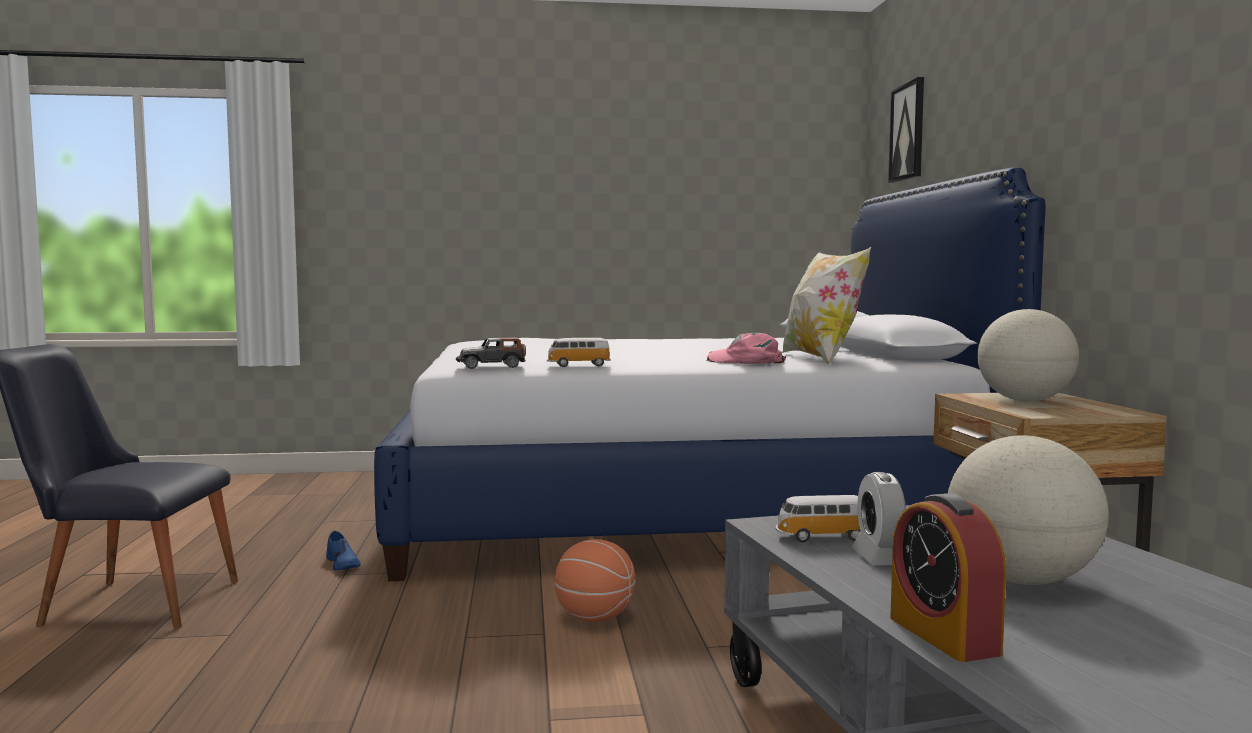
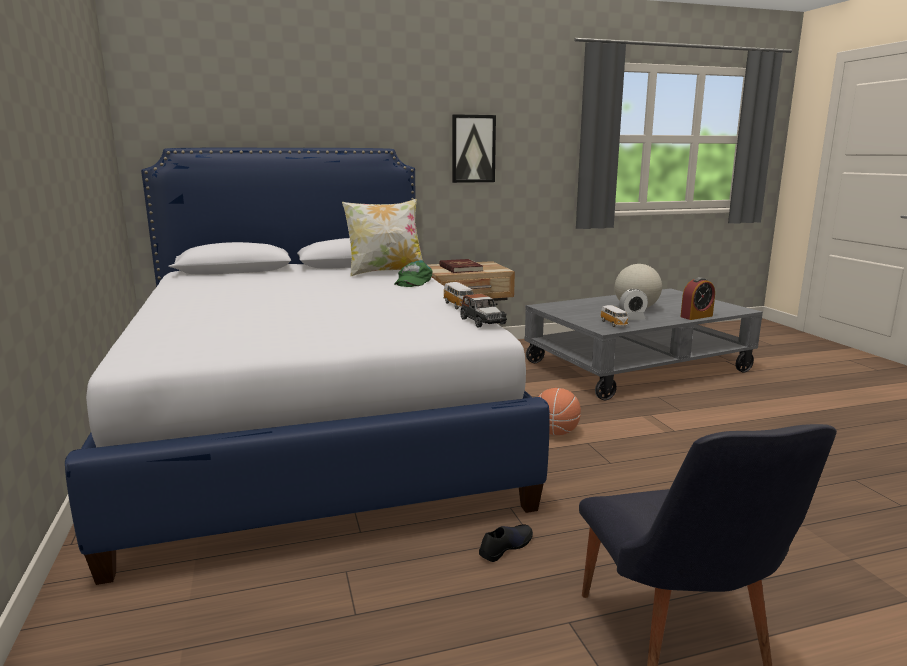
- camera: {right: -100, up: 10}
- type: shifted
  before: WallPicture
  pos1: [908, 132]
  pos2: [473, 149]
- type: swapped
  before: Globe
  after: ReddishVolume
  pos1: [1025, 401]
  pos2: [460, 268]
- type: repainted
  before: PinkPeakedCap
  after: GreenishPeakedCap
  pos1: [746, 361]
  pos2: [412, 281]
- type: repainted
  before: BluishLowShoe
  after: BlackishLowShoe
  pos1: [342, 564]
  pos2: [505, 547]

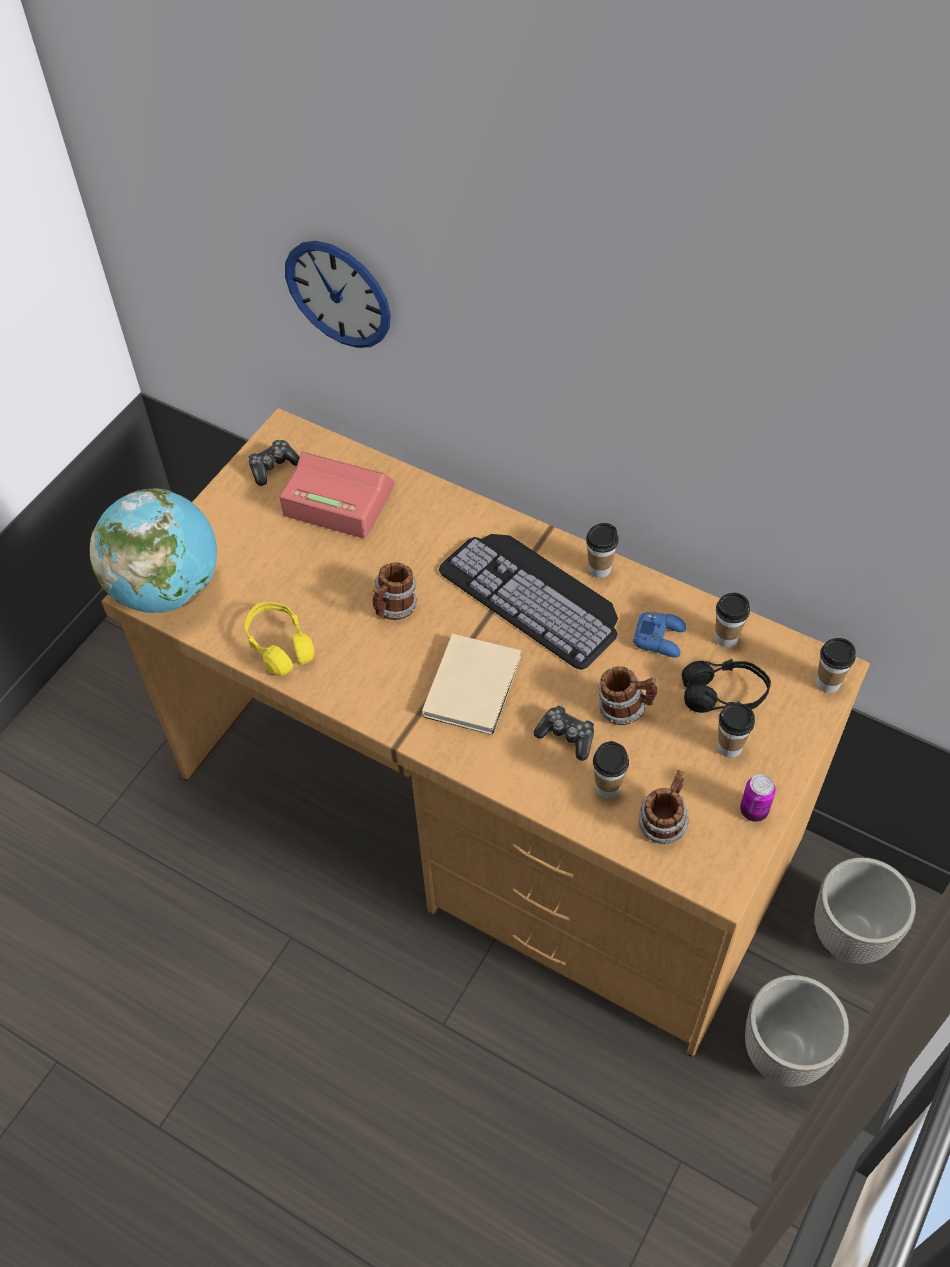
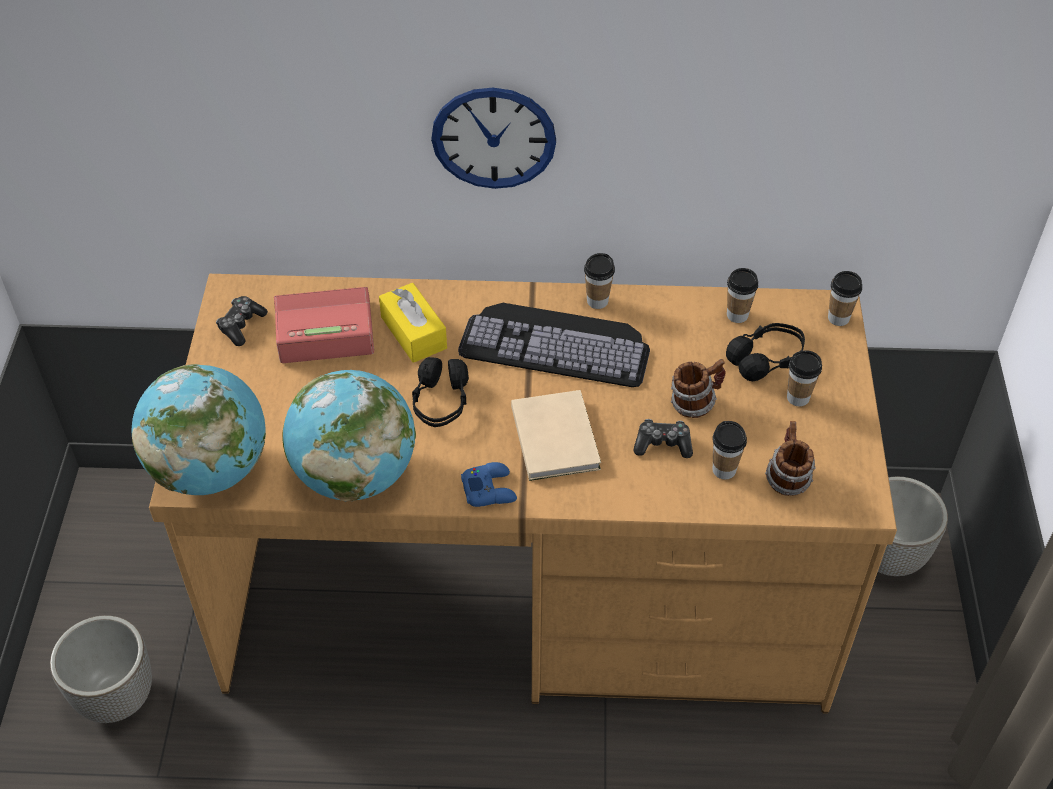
- camera: {right: -30, up: -5}
- type: shifted
  before: WallClock
  pos1: [338, 294]
  pos2: [493, 138]
- type: swapped
  before: Mug
  after: BlackishHeadphones
  pos1: [394, 609]
  pos2: [441, 402]
- type: swapped
  before: YellowHeadphones
  after: Globe
  pos1: [279, 645]
  pos2: [355, 475]
- type: shifted
  before: BluishJoypad
  pos1: [660, 638]
  pos2: [489, 489]
- type: gone
  before: Can
  pos1: [753, 810]
- type: shifted
  before: Planter
  pos1: [784, 1053]
  pos2: [117, 698]
- type: new
  after: YellowTissueBox
  pos2: [413, 333]

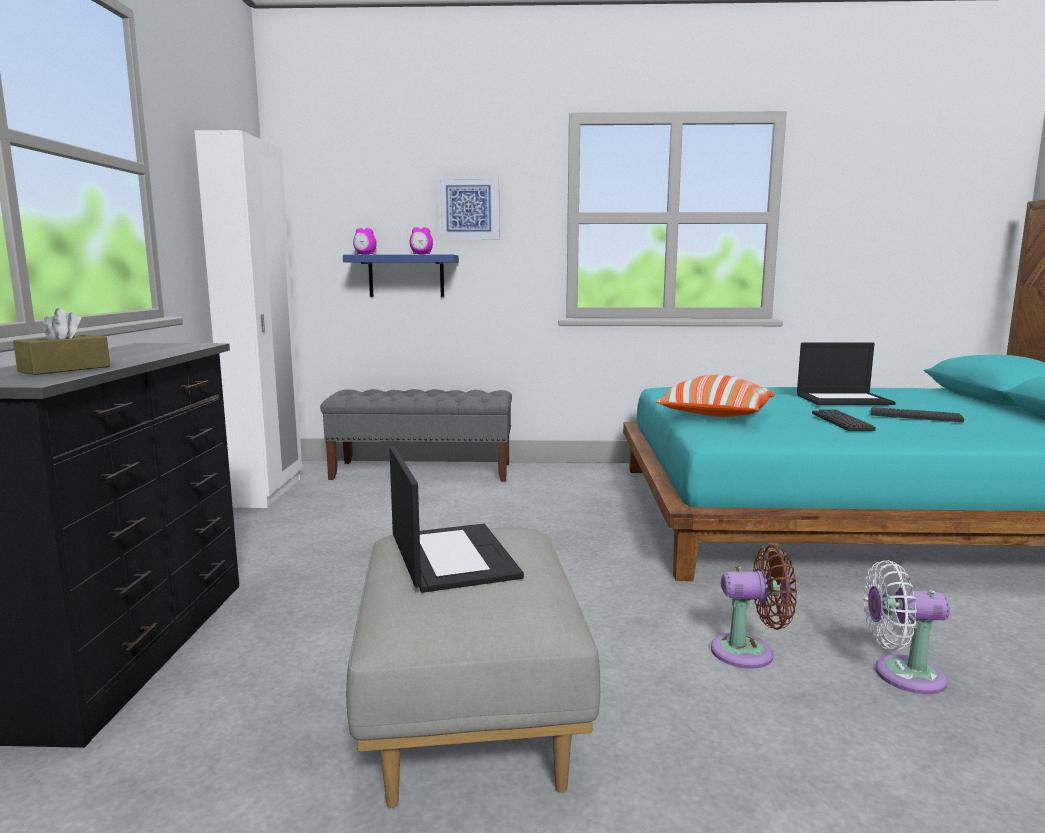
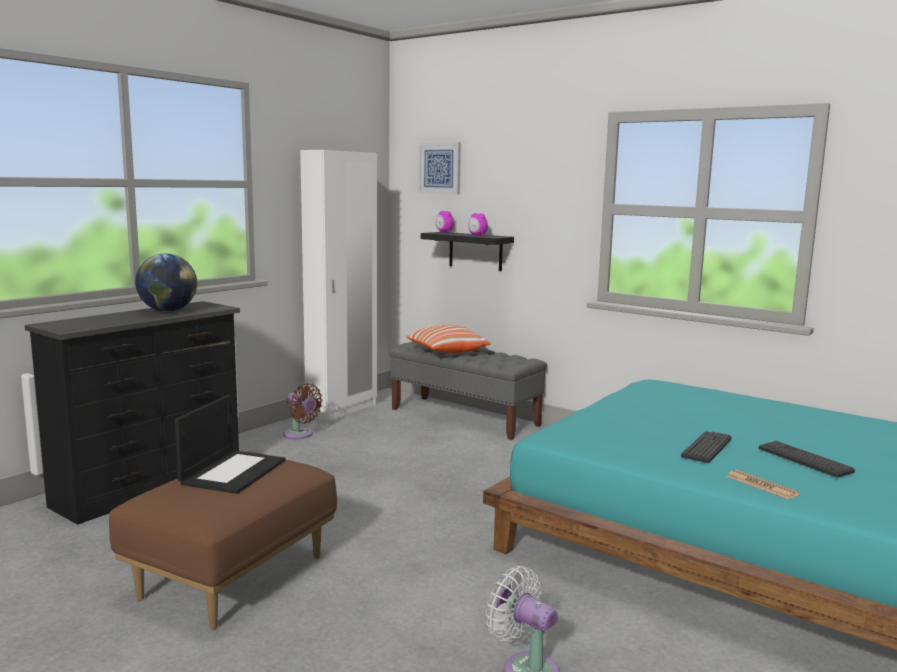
- camera: {right: 35, up: 0}
- type: shifted
  before: WallPicture
  pos1: [468, 208]
  pos2: [440, 168]
- type: repainted
  before: BluishWallShelf
  after: BlackishWallShelf
  pos1: [406, 276]
  pos2: [475, 251]
- type: gone
  before: BrownColouredTissueBox
  pos1: [65, 369]
- type: gone
  before: Laptop
  pos1: [844, 399]
- type: shifted
  before: Pillow
  pos1: [715, 417]
  pos2: [446, 352]
- type: repainted
  before: GreyishOttoman
  after: BrownColouredOttoman
  pos1: [467, 715]
  pos2: [232, 576]
- type: shifted
  before: BrownColouredElectricFan
  pos1: [749, 652]
  pos2: [300, 435]
- type: new
  after: Globe
  pos2: [168, 311]
- type: new
  after: Newspaper
  pos2: [762, 485]

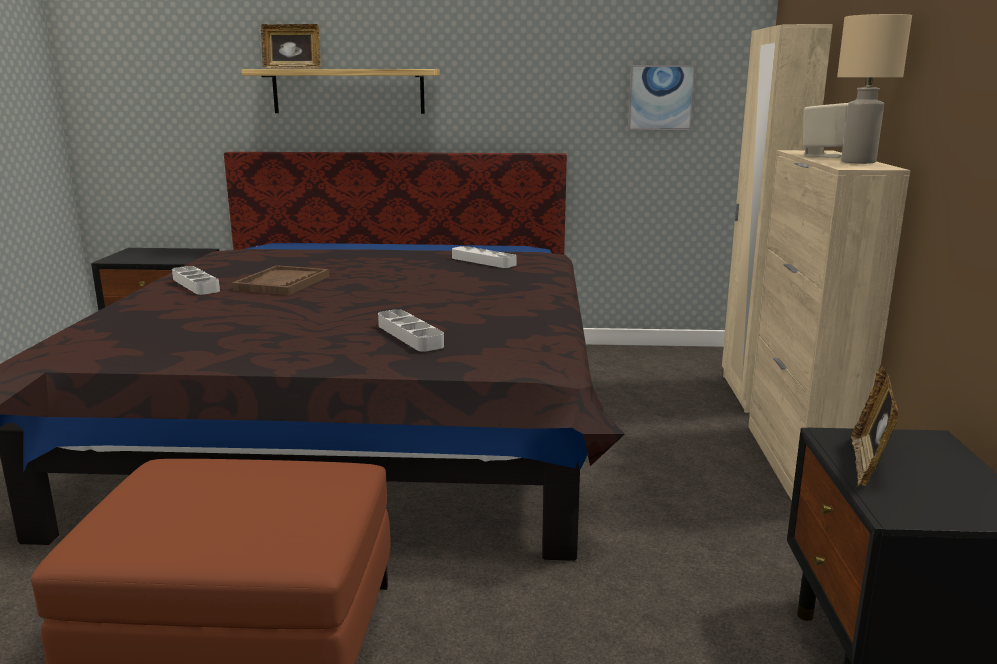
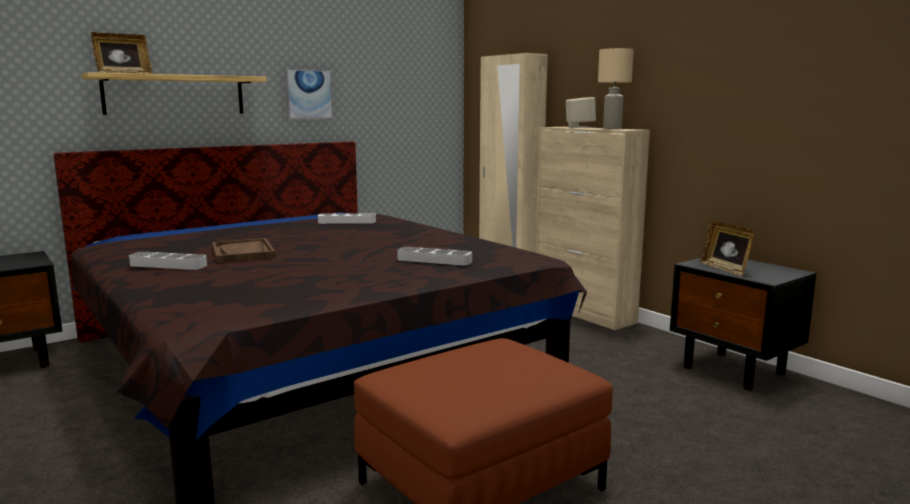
- camera: {right: -40, up: -5}
- type: shifted
  before: WallPicture
  pos1: [660, 98]
  pos2: [308, 94]

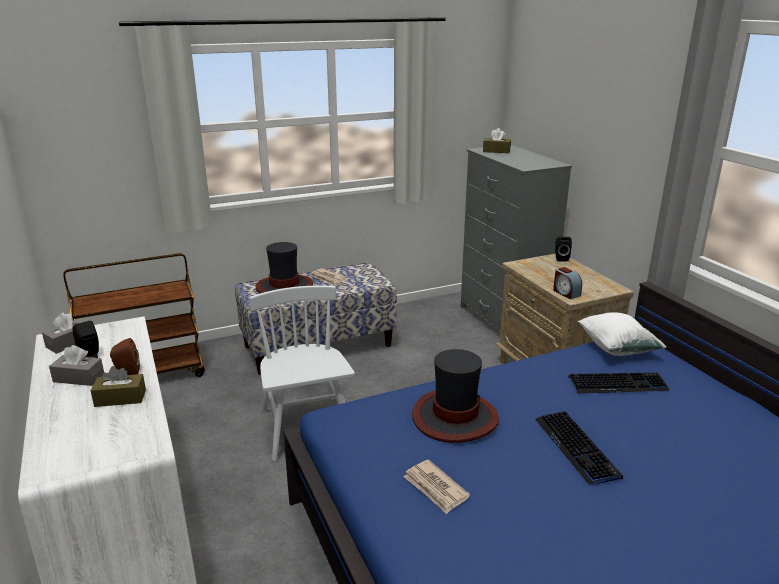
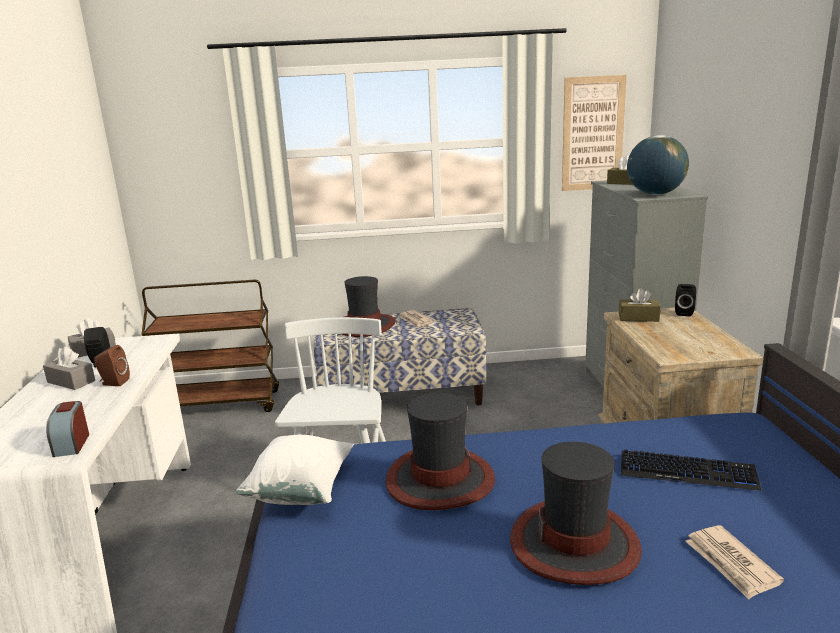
- camera: {right: 20, up: -5}
- type: shifted
  before: TableClock
  pos1: [566, 293]
  pos2: [71, 444]
- type: shifted
  before: WhitePillow
  pos1: [617, 348]
  pos2: [300, 491]
- type: shifted
  before: BrownColouredTissueBox
  pos1: [120, 398]
  pos2: [638, 318]
- type: swapped
  before: ComputerKeyboard
  after: Hat
  pos1: [576, 448]
  pos2: [575, 543]
- type: shifted
  before: Newspaper
  pos1: [435, 488]
  pos2: [731, 564]
- type: new
  after: WallPicture
  pos2: [593, 134]
- type: new
  after: Globe
  pos2: [655, 194]

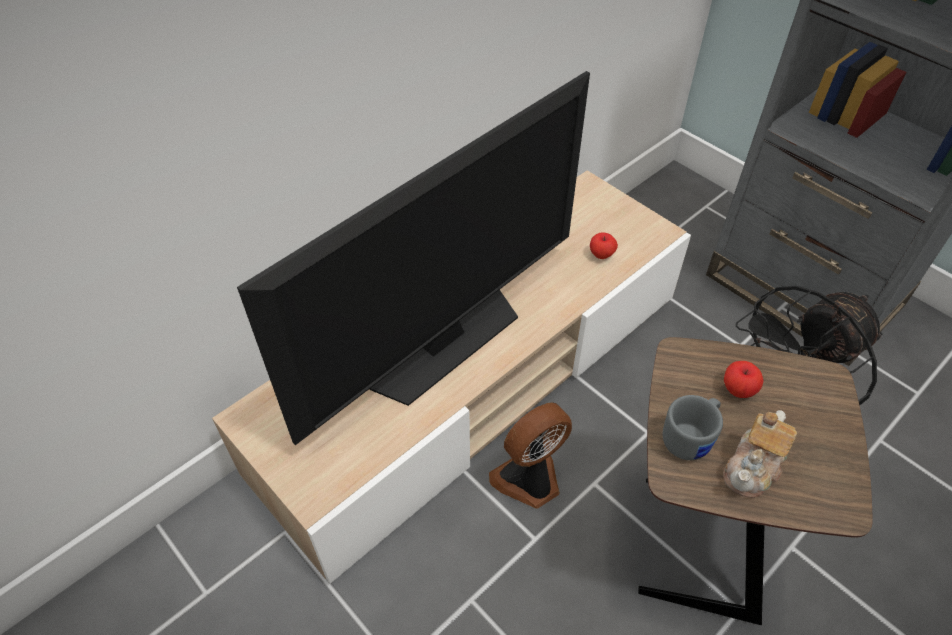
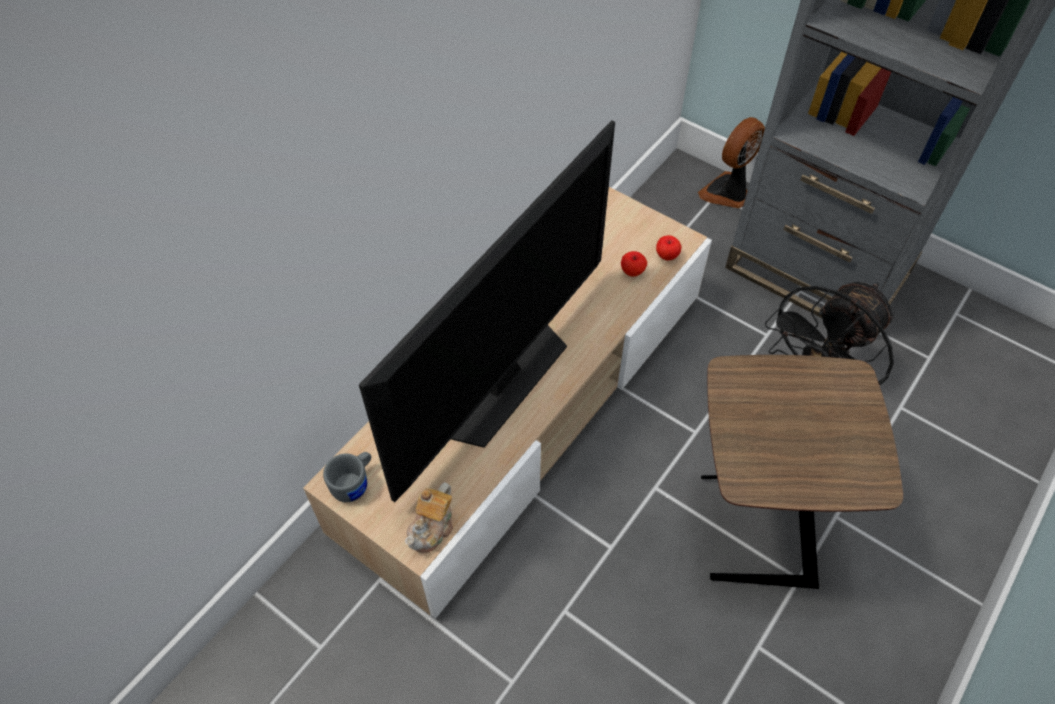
- camera: {right: -10, up: 5}
- type: shifted
  before: WholeApple
  pos1: [738, 389]
  pos2: [667, 255]
- type: shifted
  before: GreyishMug
  pos1: [691, 438]
  pos2: [354, 483]
- type: shifted
  before: ElectricFan
  pos1: [530, 480]
  pos2: [728, 193]
- type: shifted
  before: PotForTea
  pos1: [753, 467]
  pos2: [432, 527]

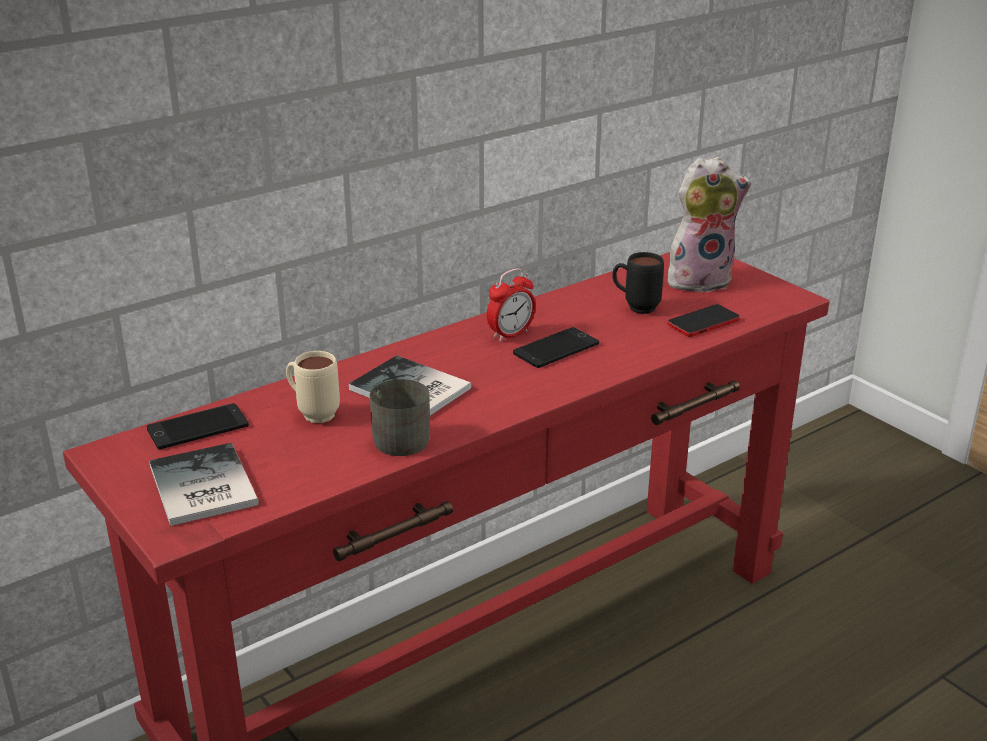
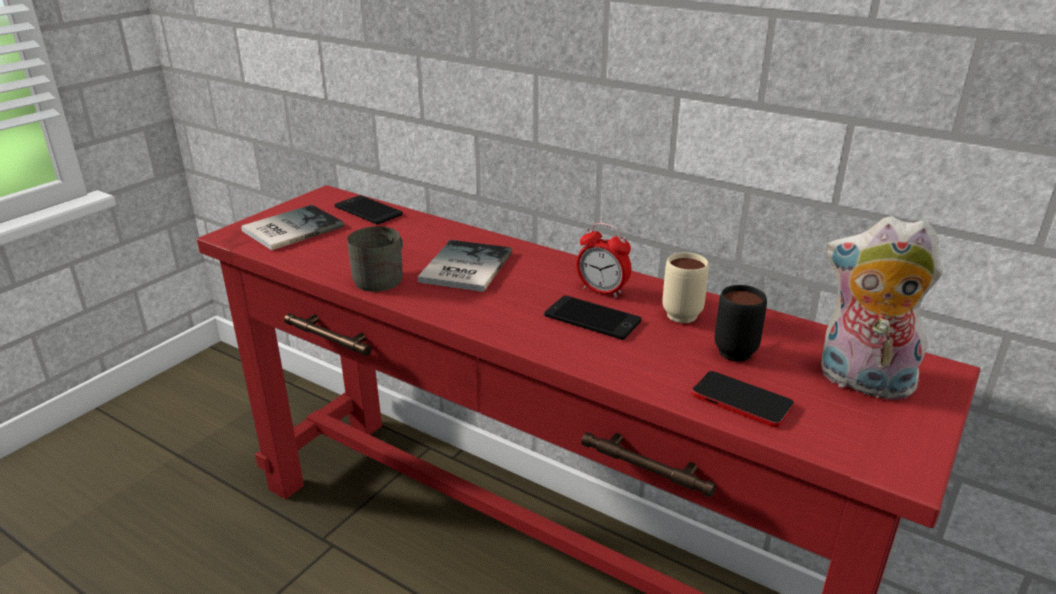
- camera: {right: 70, up: 0}
- type: rotated
  before: CuddlyToy
  pos1: [700, 280]
  pos2: [861, 382]
  turn: 150
- type: shifted
  before: SandColouredMug
  pos1: [312, 413]
  pos2: [682, 312]

